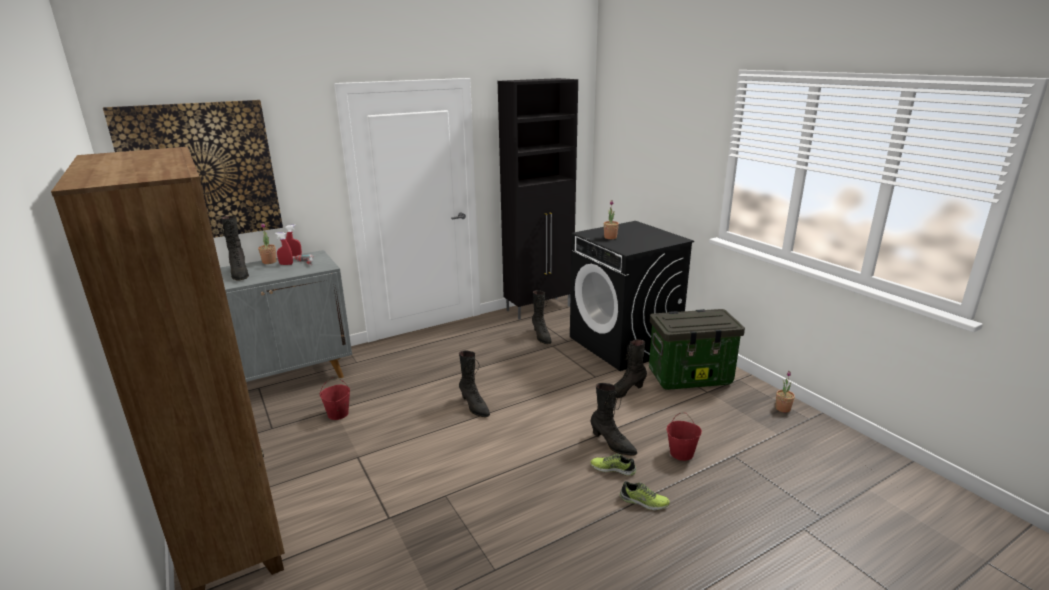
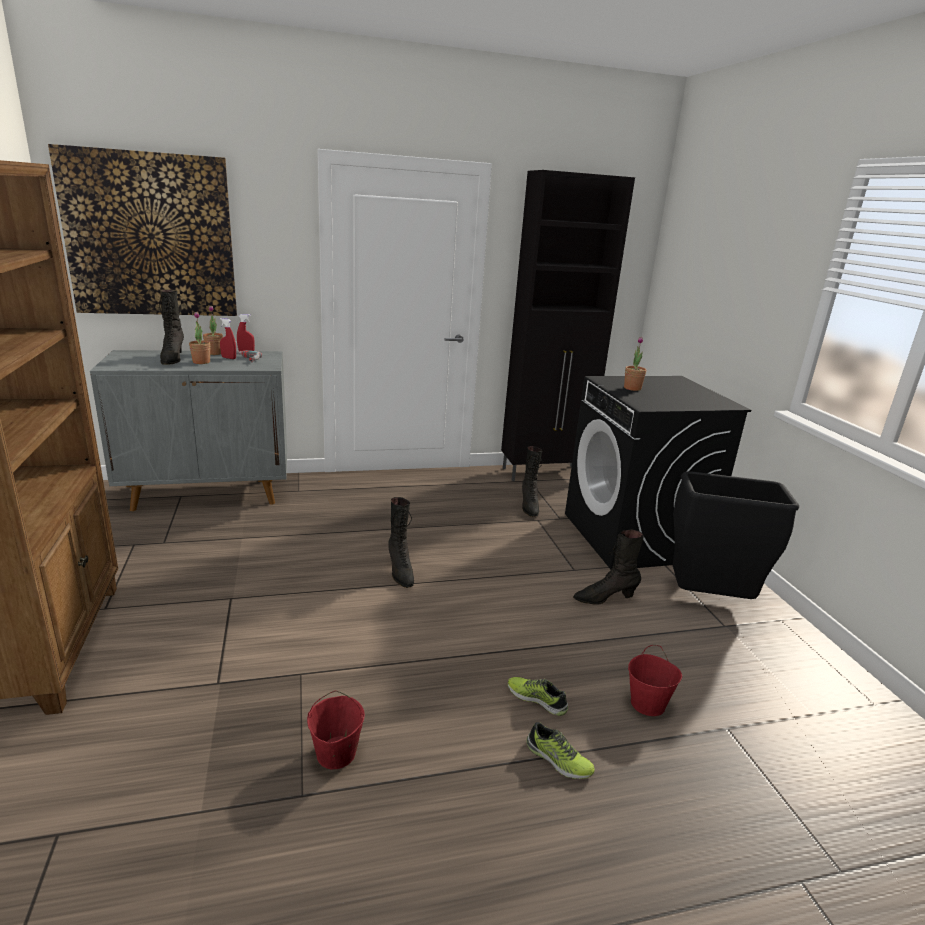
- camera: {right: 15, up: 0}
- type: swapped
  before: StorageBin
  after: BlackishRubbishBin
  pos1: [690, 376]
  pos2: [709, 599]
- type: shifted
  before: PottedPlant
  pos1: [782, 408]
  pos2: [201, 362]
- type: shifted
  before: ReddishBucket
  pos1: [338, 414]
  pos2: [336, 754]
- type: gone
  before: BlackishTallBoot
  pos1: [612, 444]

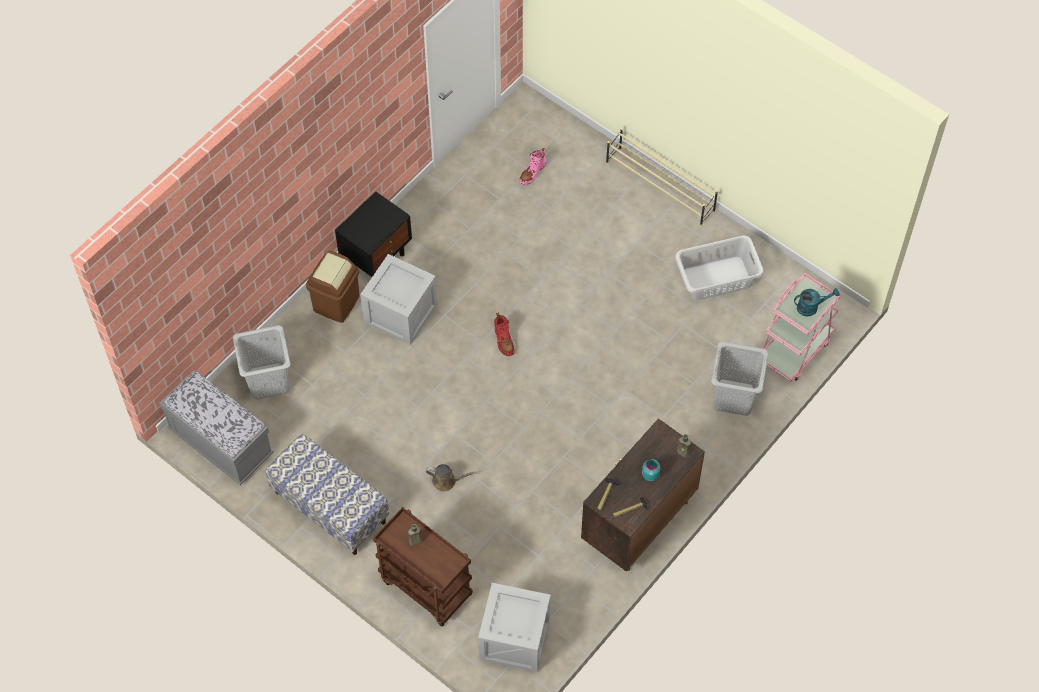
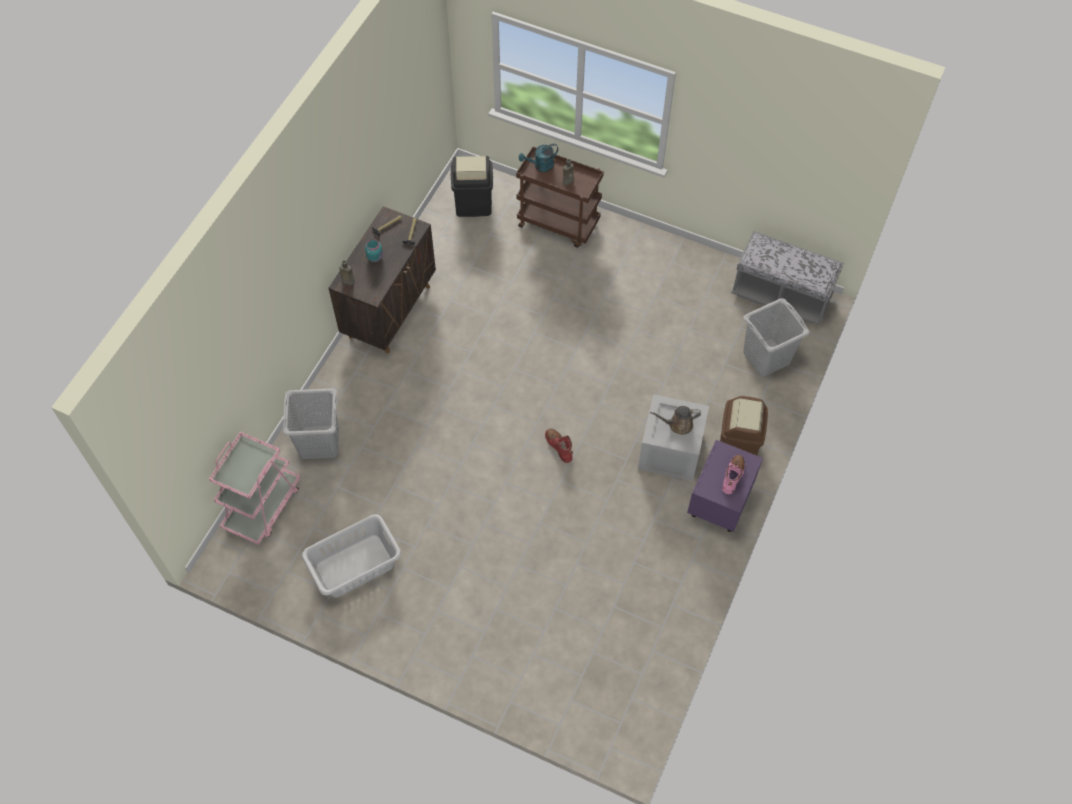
- camera: {right: 165, up: 0}
- type: gone
  before: SandColouredShoeStand
  pos1: [660, 187]
- type: shifted
  before: PinkTallBoot
  pos1: [532, 173]
  pos2: [733, 476]
- type: repainted
  before: BlackishBedsideTable
  after: PurplishBedsideTable
  pos1: [377, 256]
  pos2: [718, 506]
- type: shifted
  before: TurquoiseWateringPot
  pos1: [811, 307]
  pos2: [540, 166]
- type: gone
  before: IndoorBench
  pos1: [329, 507]
- type: shifted
  before: BrownColouredWateringPot
  pos1: [446, 481]
  pos2: [678, 424]
- type: swapped
  before: PackingCrate
  after: BlackishRubbishBin
  pos1: [514, 638]
  pos2: [473, 204]

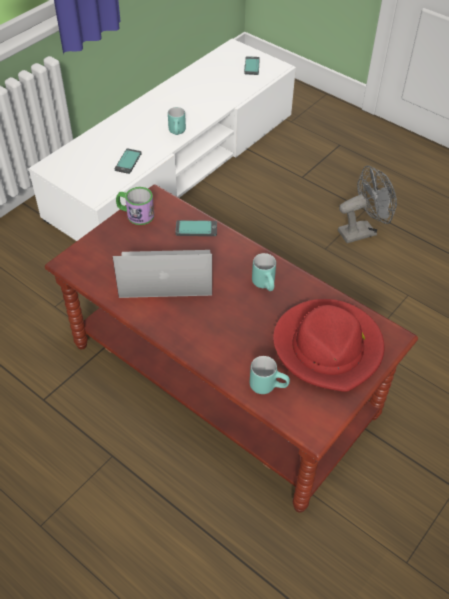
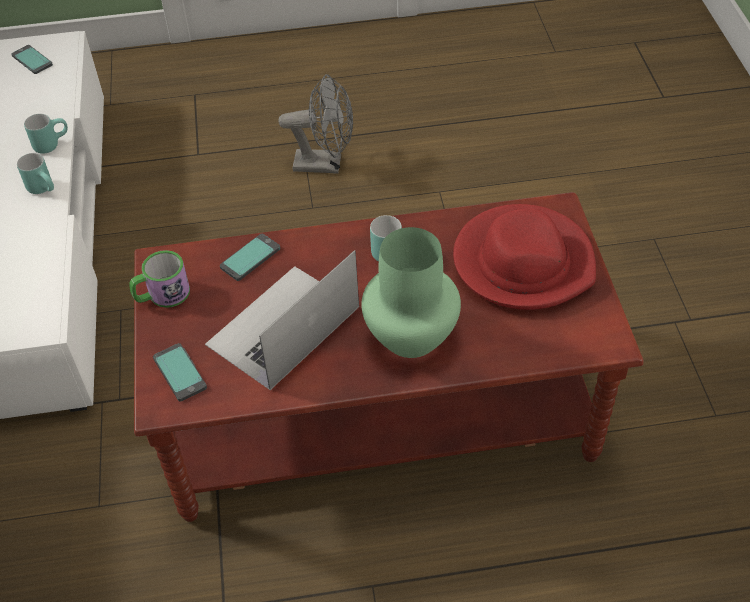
- camera: {right: -45, up: 0}
- type: shifted
  before: Telephone
  pos1: [128, 161]
  pos2: [180, 373]
- type: rotated
  before: GreyishElectricFan
  pos1: [362, 231]
  pos2: [325, 164]
  turn: 75
- type: shifted
  before: TurquoiseMug
  pos1: [268, 385]
  pos2: [51, 143]
- type: new
  after: GreenishDecorativeVase
  pos2: [410, 337]

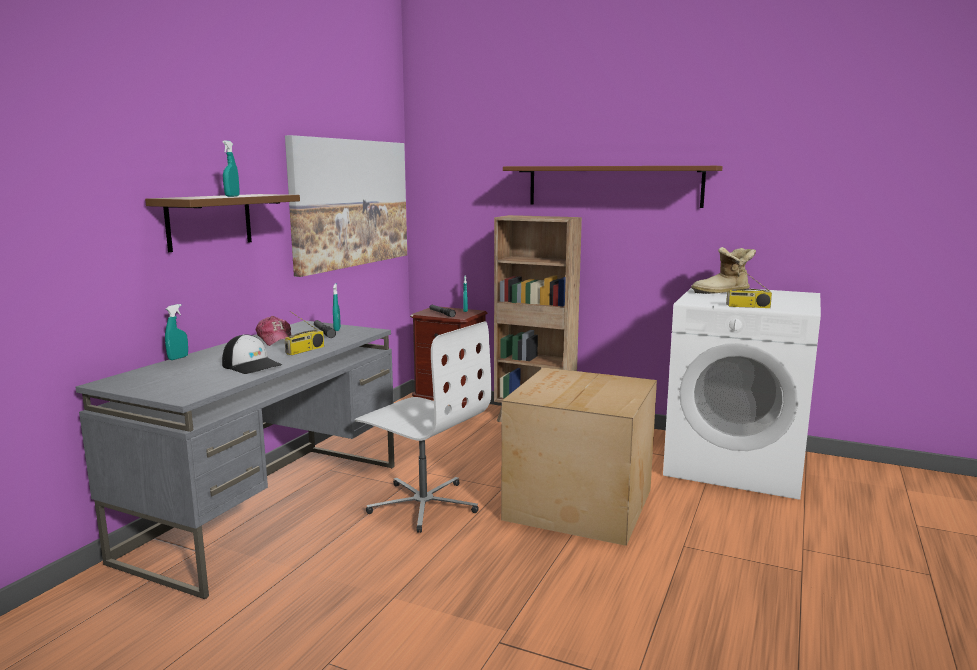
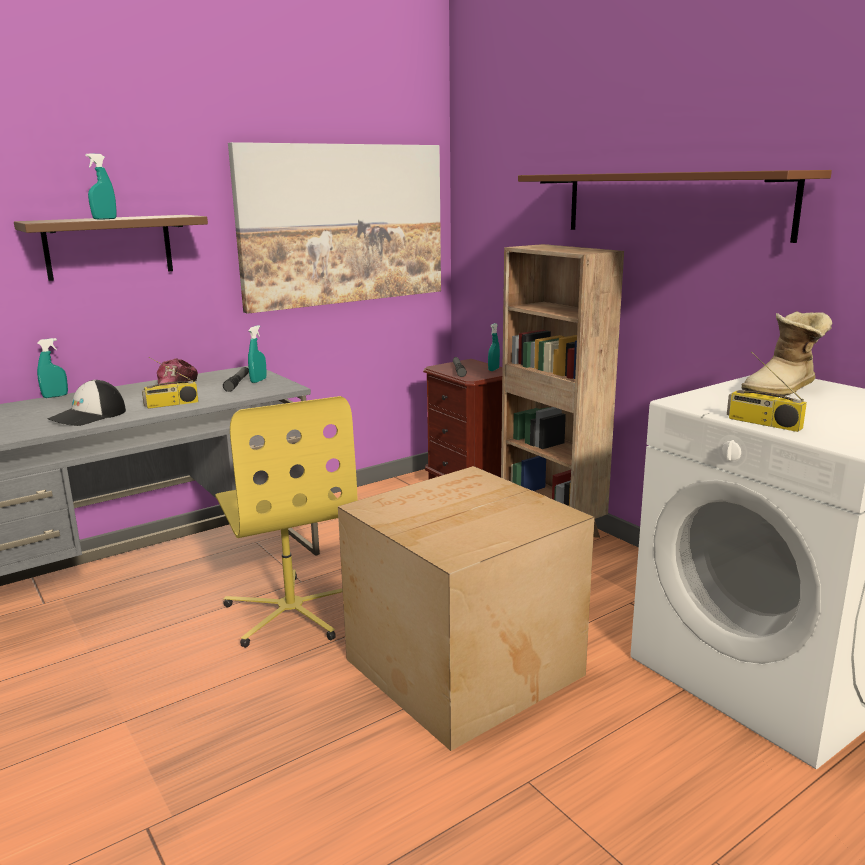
- camera: {right: 30, up: 5}
- type: rotated
  before: TallBoot
  pos1: [723, 293]
  pos2: [784, 390]
  turn: -60
- type: repainted
  before: WhiteDeskChair
  after: YellowDeskChair
  pos1: [423, 504]
  pos2: [292, 611]
- type: rotated
  before: PeakedCap
  pos1: [252, 365]
  pos2: [88, 416]
  turn: 60

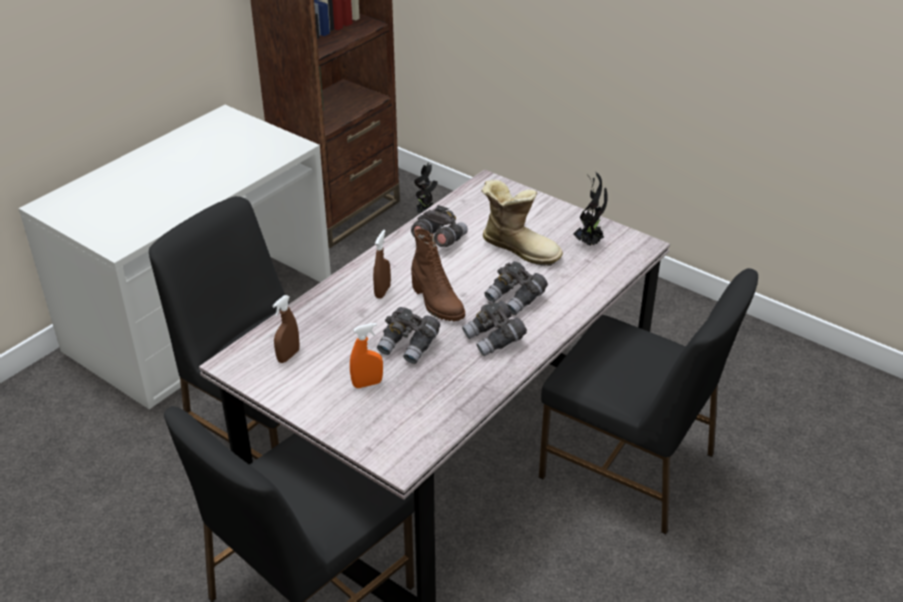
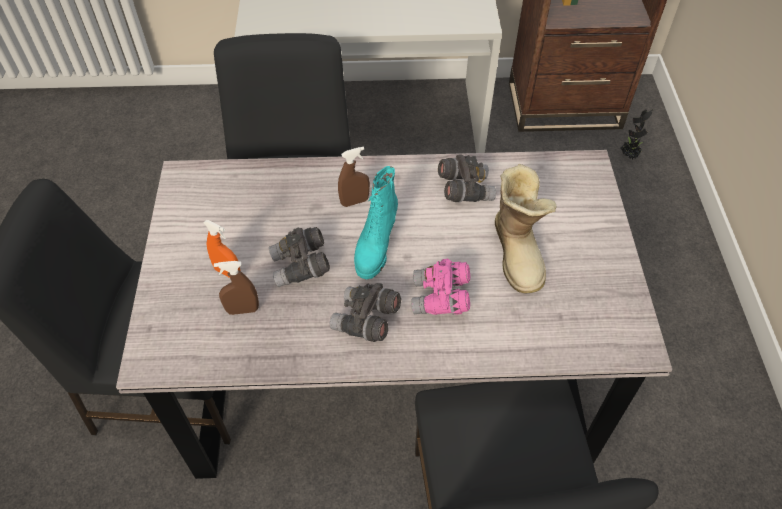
- camera: {right: 50, up: 15}
- type: gone
  before: PottedPlant
  pos1: [590, 243]
- type: repainted
  before: BrownColouredTallBoot
  after: TurquoiseTallBoot
  pos1: [436, 303]
  pos2: [375, 247]
- type: repainted
  before: GreyishBinoculars
  after: PinkBinoculars
  pos1: [516, 298]
  pos2: [441, 298]
- type: shifted
  before: BrownColouredSprayBottle
  pos1: [288, 356]
  pos2: [242, 310]

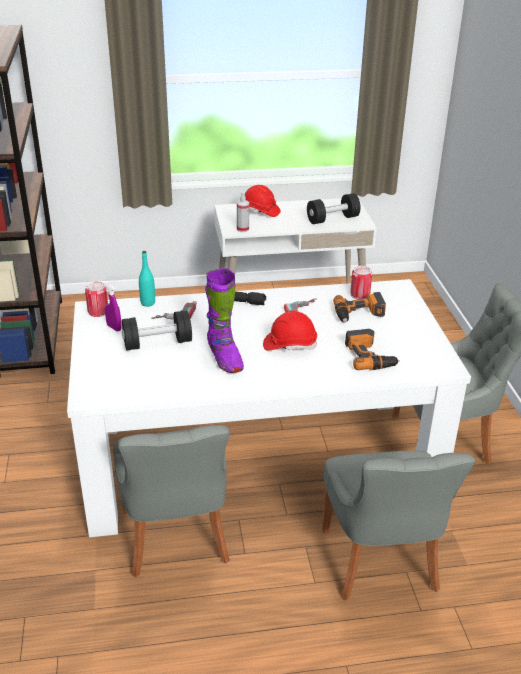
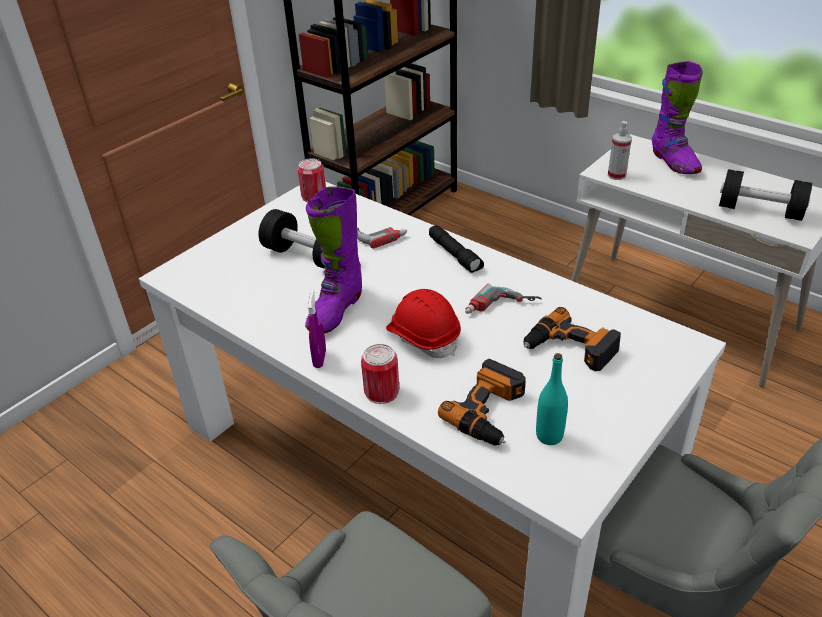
- camera: {right: 50, up: 5}
- type: swapped
  before: ReddishWorkHelmet
  after: PurplishTallBoot
  pos1: [260, 211]
  pos2: [674, 162]
- type: shifted
  before: TurquoiseBottle
  pos1: [148, 303]
  pos2: [549, 436]
- type: shifted
  before: Can
  pos1: [360, 294]
  pos2: [381, 391]
- type: shifted
  before: PurplishSprayBottle
  pos1: [114, 327]
  pos2: [319, 359]
- type: gone
  before: GreyishPlainChair
  pos1: [176, 539]

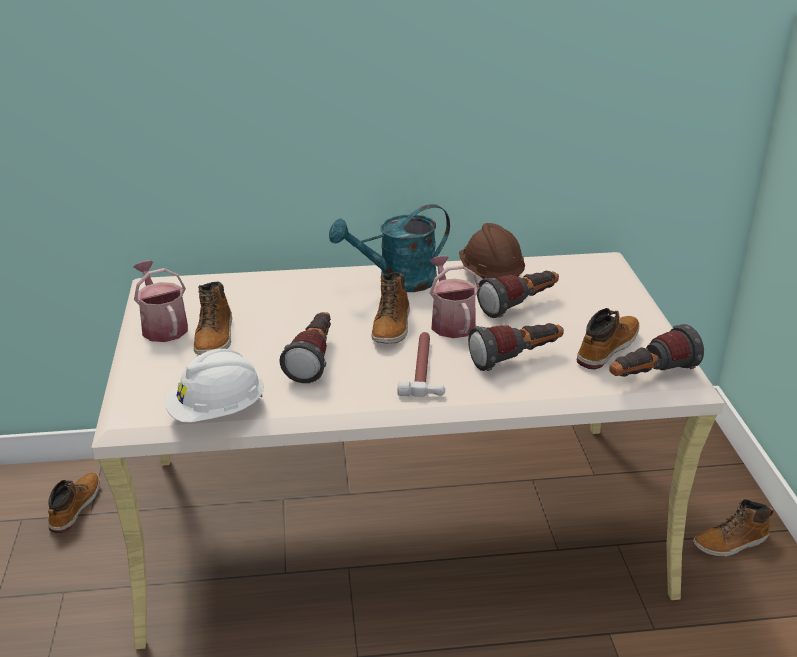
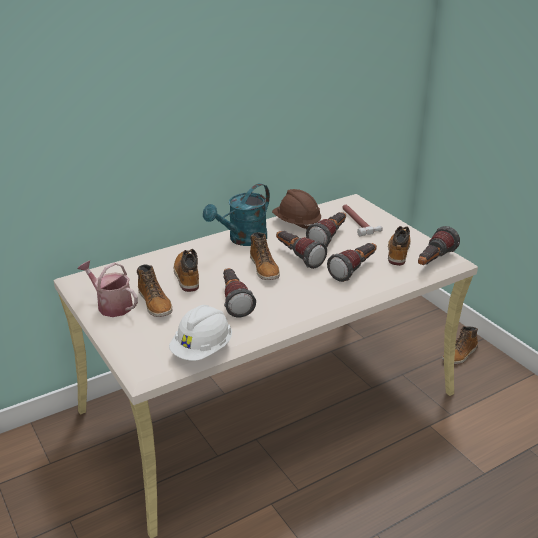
- camera: {right: -25, up: 0}
- type: swapped
  before: WateringPot
  after: HandTorch
  pos1: [451, 322]
  pos2: [297, 257]
- type: shifted
  before: Hammer
  pos1: [424, 368]
  pos2: [358, 222]
- type: shifted
  before: TallBoot
  pos1: [75, 507]
  pos2: [186, 276]

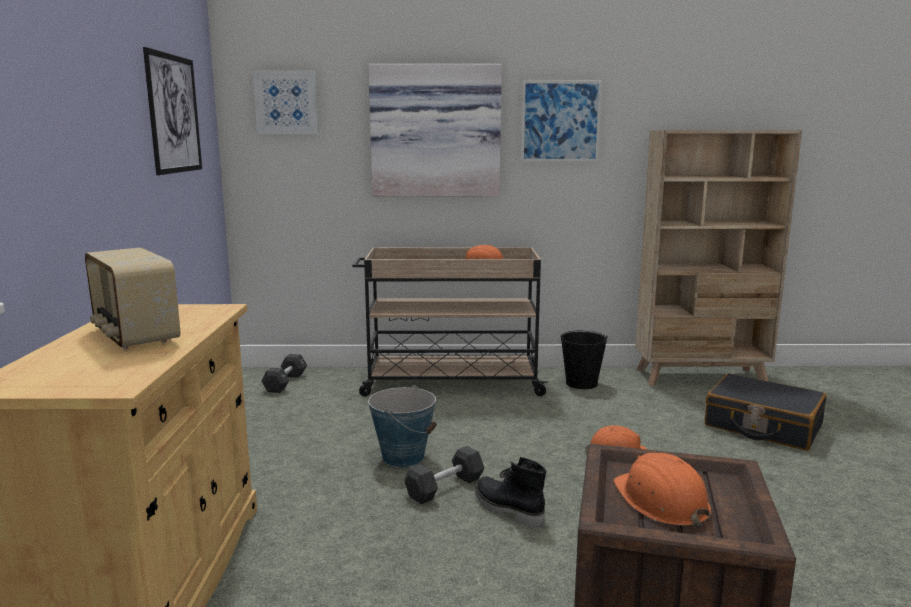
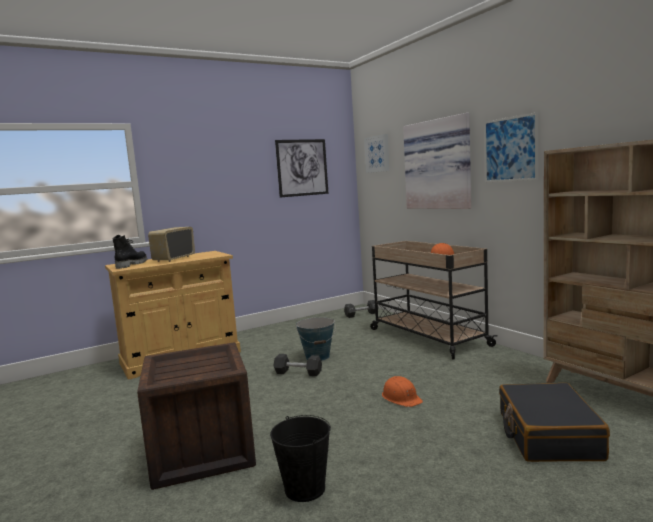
- camera: {right: 60, up: -5}
- type: shifted
  before: BlackishBucket
  pos1: [581, 383]
  pos2: [304, 489]
- type: gone
  before: OrangeyWorkHelmet
  pos1: [661, 500]
- type: shifted
  before: BlackishTallBoot
  pos1: [507, 510]
  pos2: [131, 265]

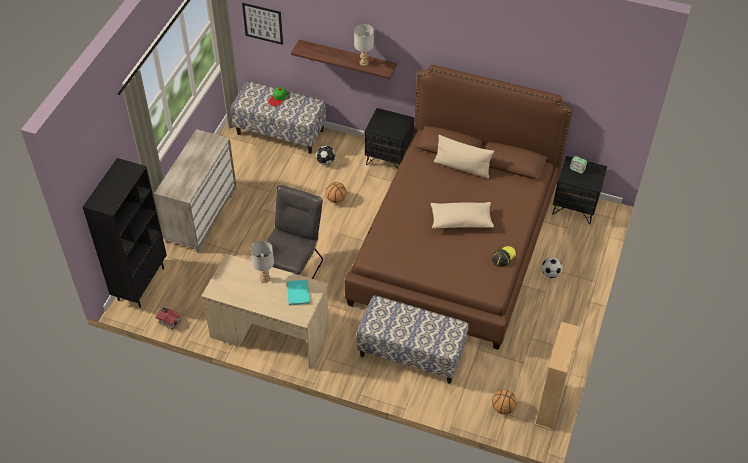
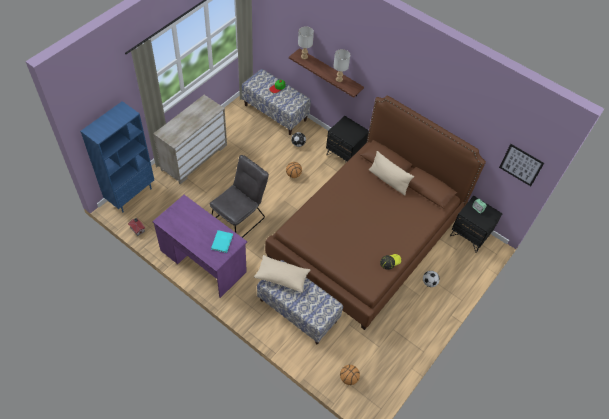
- camera: {right: 15, up: 5}
- type: shifted
  before: WallPicture
  pos1: [263, 23]
  pos2: [521, 165]
- type: repainted
  before: BlackishBookcase
  after: BluishBookcase
  pos1: [140, 283]
  pos2: [131, 195]
- type: shifted
  before: SandColouredPillow
  pos1: [461, 221]
  pos2: [282, 277]
- type: shifted
  before: GreyishTableLamp
  pos1: [265, 278]
  pos2: [304, 57]
- type: repainted
  before: SandColouredDeskTable
  after: PurplishDeskTable
  pos1: [269, 333]
  pos2: [203, 261]
- type: gone
  before: SandColouredBookcase
  pos1: [549, 405]

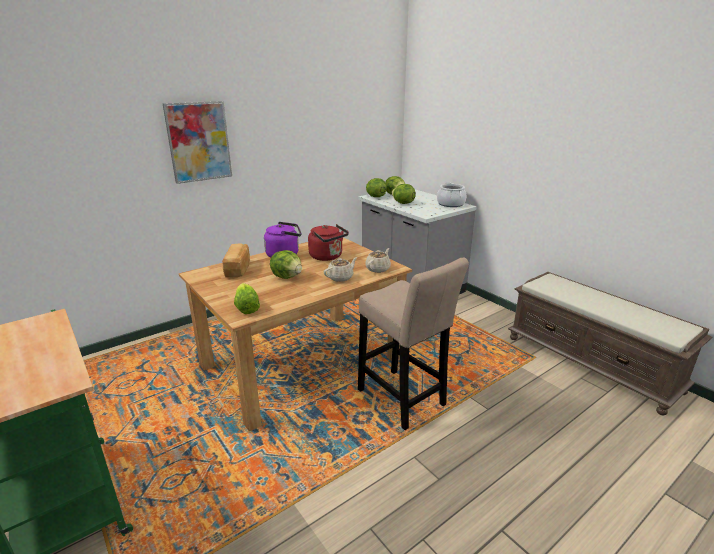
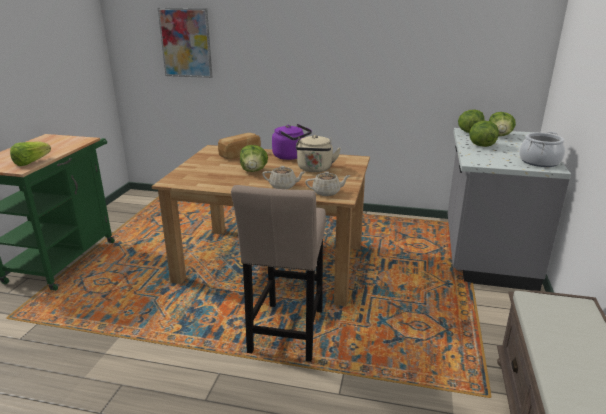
- camera: {right: 50, up: 0}
- type: shifted
  before: WallPicture
  pos1: [199, 142]
  pos2: [186, 43]
- type: repainted
  before: ReddishWaterKettle
  after: SandColouredWaterKettle
  pos1: [327, 257]
  pos2: [315, 169]
- type: shifted
  before: Lettuce
  pos1: [246, 307]
  pos2: [31, 162]

